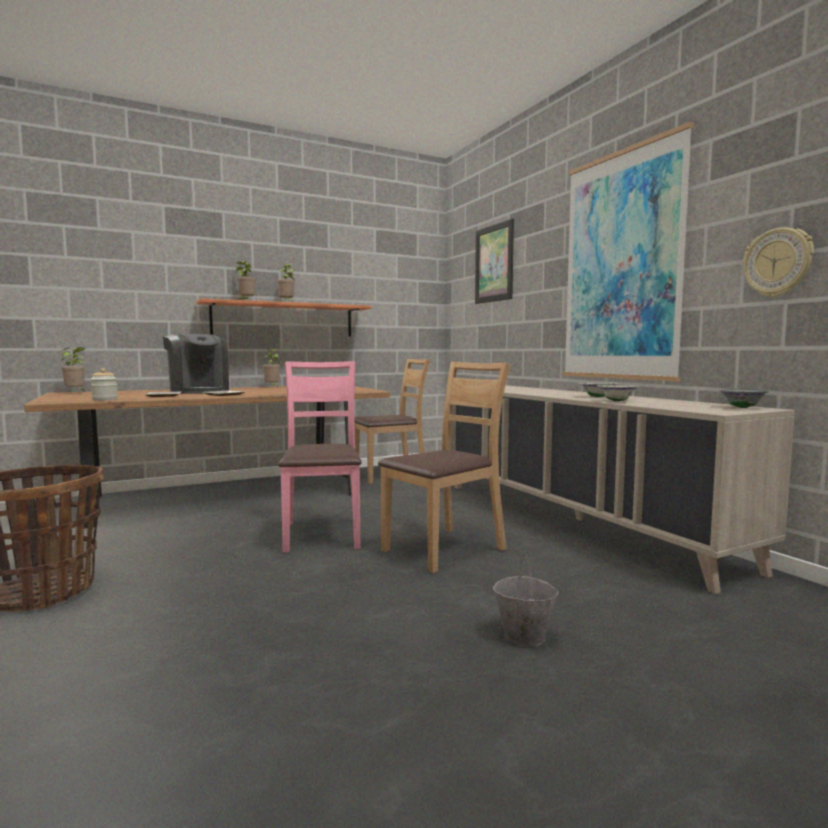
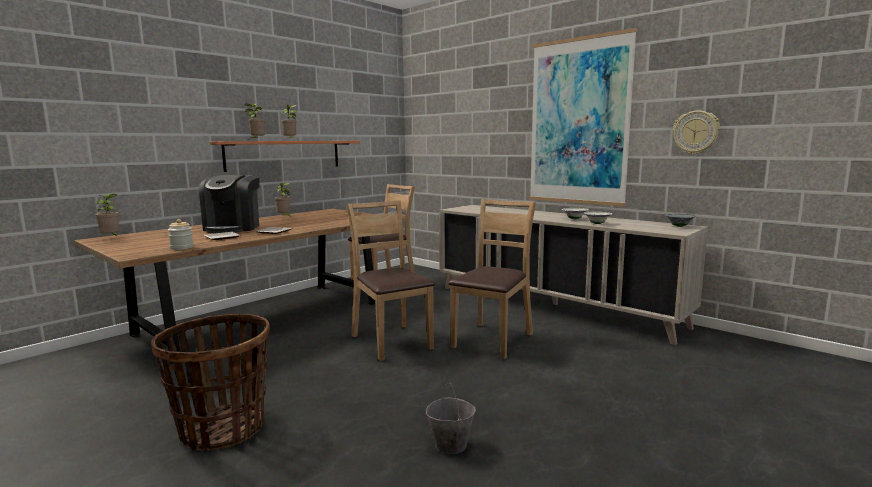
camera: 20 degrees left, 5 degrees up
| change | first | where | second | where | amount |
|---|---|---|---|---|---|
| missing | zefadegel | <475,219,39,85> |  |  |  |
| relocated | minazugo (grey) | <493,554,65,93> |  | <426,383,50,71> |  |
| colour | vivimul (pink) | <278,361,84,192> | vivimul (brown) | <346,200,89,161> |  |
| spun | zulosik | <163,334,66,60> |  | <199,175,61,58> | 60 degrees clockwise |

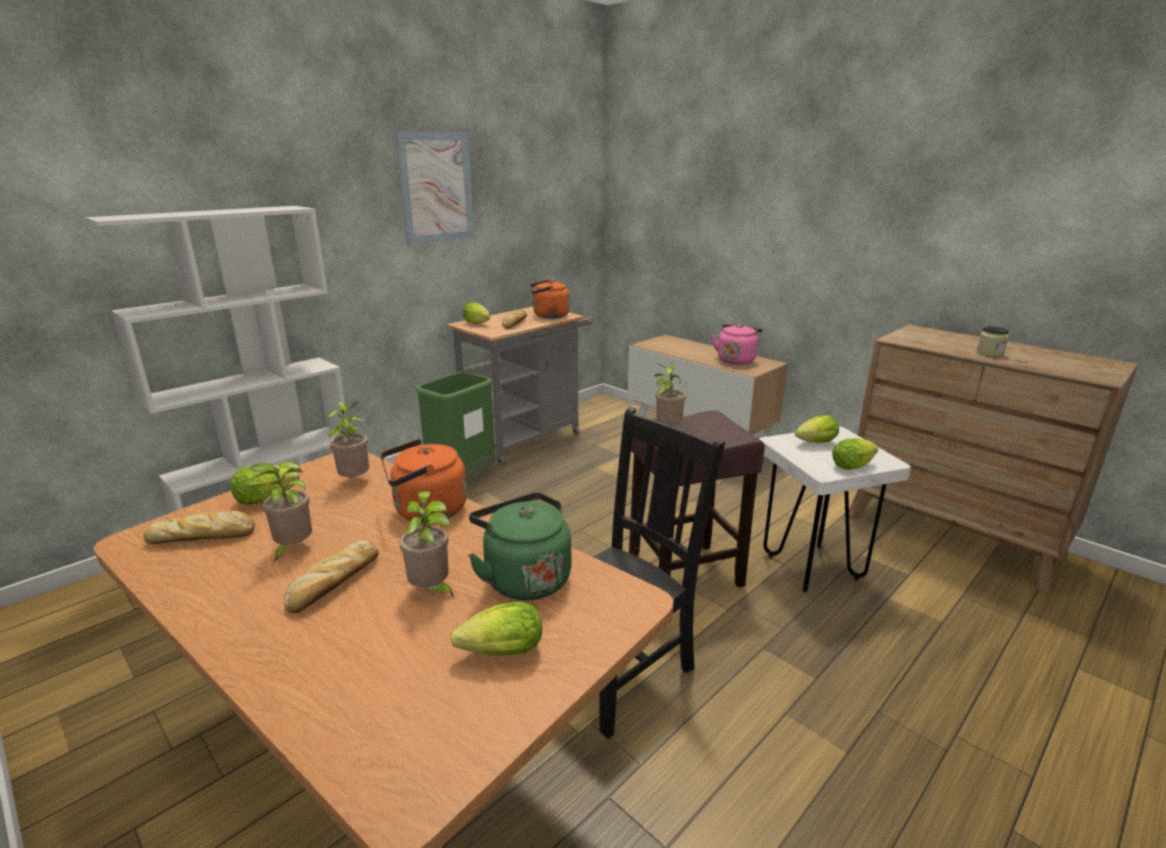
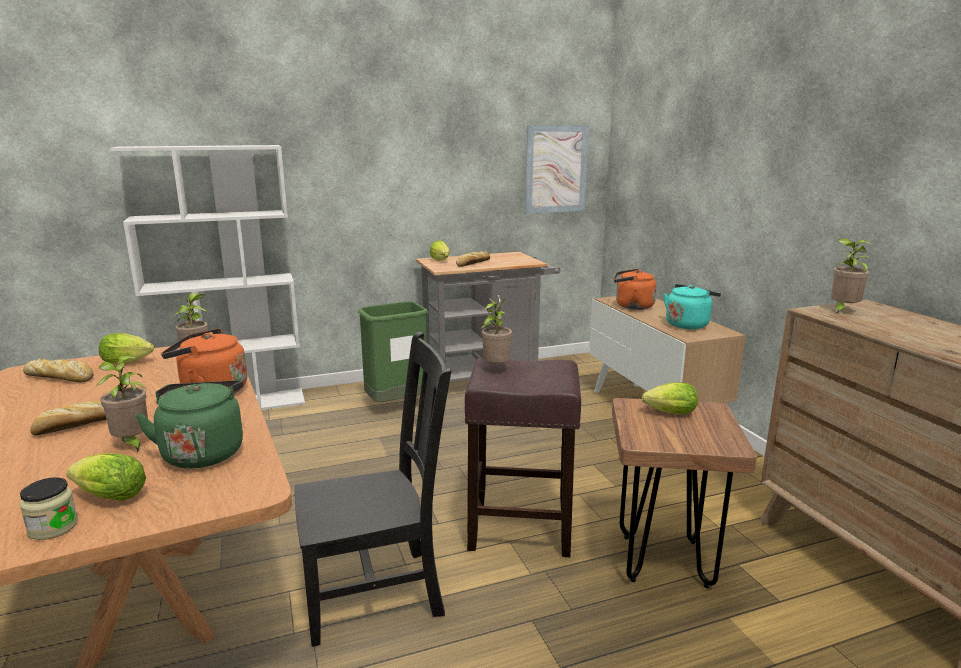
camera: 25 degrees right, 5 degrees down
| change | first | where | second | where | amount |
|---|---|---|---|---|---|
| missing | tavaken | <832,438,46,32> |  |  |  |
| relocated | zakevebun | <250,461,62,101> |  | <831,238,43,76> |  |
| relocated | zefadegel | <395,131,79,114> |  | <525,125,64,89> |  |
| relocated | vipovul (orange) | <529,280,41,39> |  | <614,269,43,41> |  |
| relocated | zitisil | <976,326,33,31> |  | <19,477,59,63> |  |
| colour | vipovul (pink) | <711,324,51,41> | vipovul (turquoise) | <664,284,57,45> |  |
| colour | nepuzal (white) | <759,426,152,166> | nepuzal (brown) | <612,398,145,190> |  |

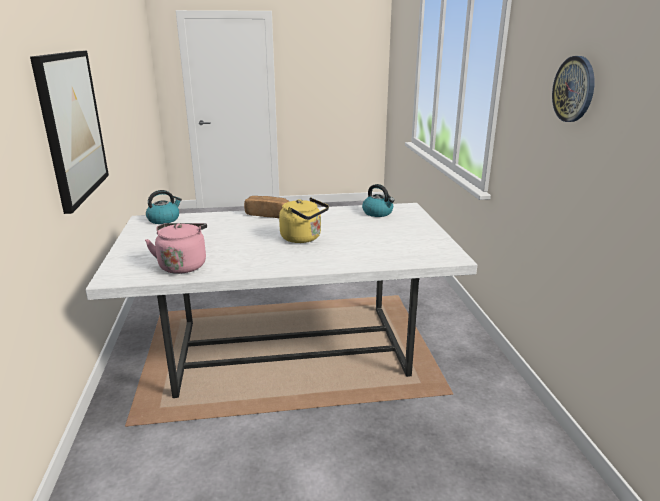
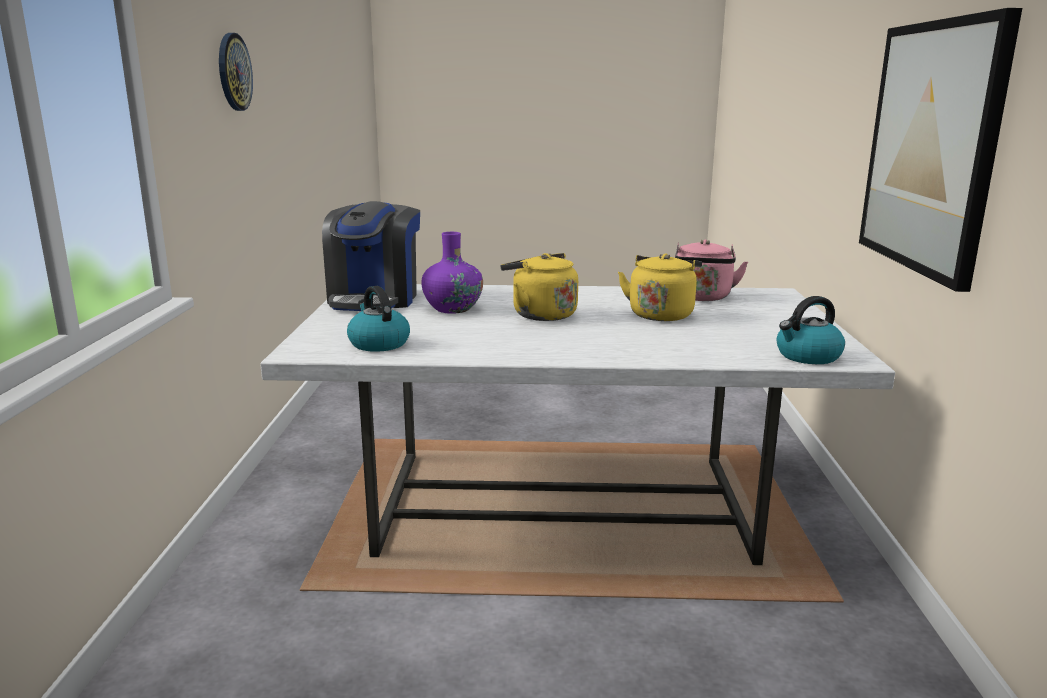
camera: 170 degrees left, 5 degrees down
| change | first | where | second | where | amount |
|---|---|---|---|---|---|
| missing | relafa | <244,196,45,22> |  |  |  |
| appeared |  |  | zulosik | <322,201,98,110> |  |
| appeared |  |  | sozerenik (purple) | <421,232,62,82> |  |
| appeared |  |  | vipovul (yellow) | <618,254,84,67> |  |

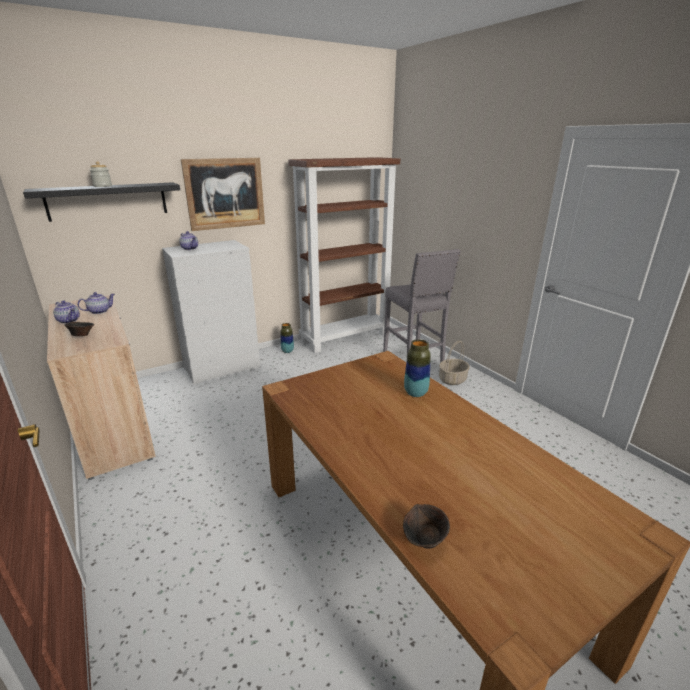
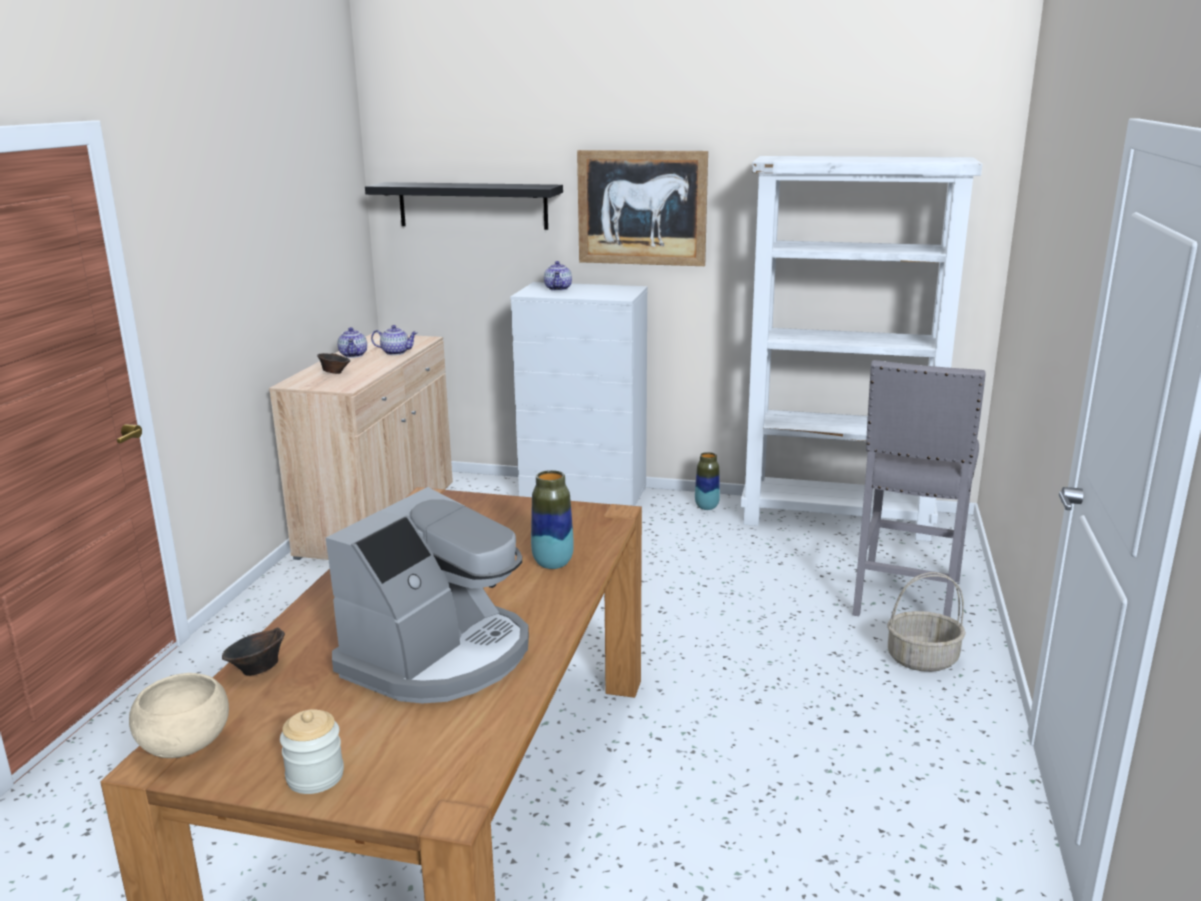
camera: 45 degrees right, 5 degrees down
| change | first | where | second | where | amount |
|---|---|---|---|---|---|
| appeared |  |  | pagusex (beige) | <129,673,100,85> |  |
| appeared |  |  | zulosik | <326,487,203,217> |  |
| relocated | zitisil | <90,161,22,26> |  | <280,709,64,85> |  |
| colour | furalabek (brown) | <288,157,112,196> | furalabek (white) | <741,156,241,385> |  |

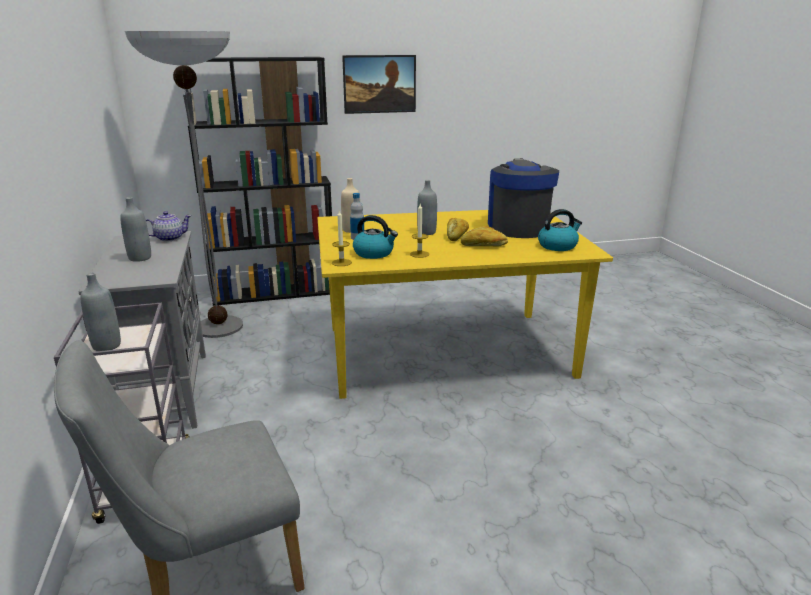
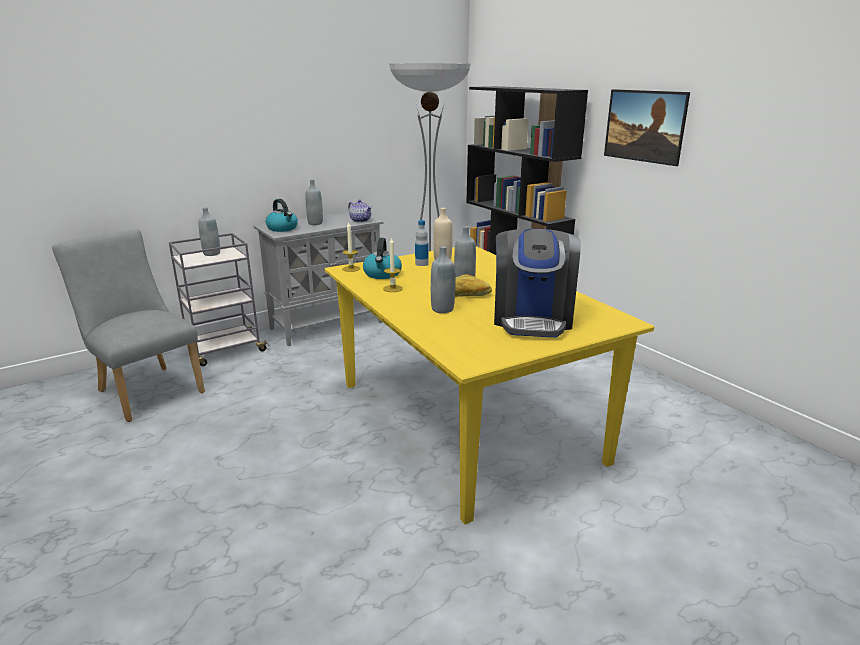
camera: 70 degrees right, 0 degrees up
| change | first | where | second | where | amount |
|---|---|---|---|---|---|
| relocated | vipovul | <538,209,44,42> |  | <266,199,32,33> |  |
| exchanged | relafa | <461,226,47,21> | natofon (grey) | <431,246,24,67> |  |
| spun | zulosik | <488,159,71,79> |  | <494,229,87,108> | 120 degrees clockwise |

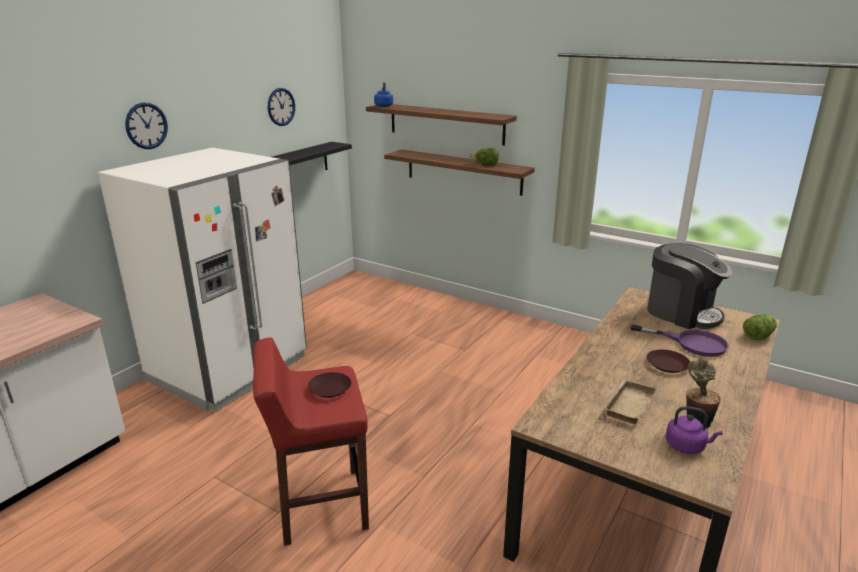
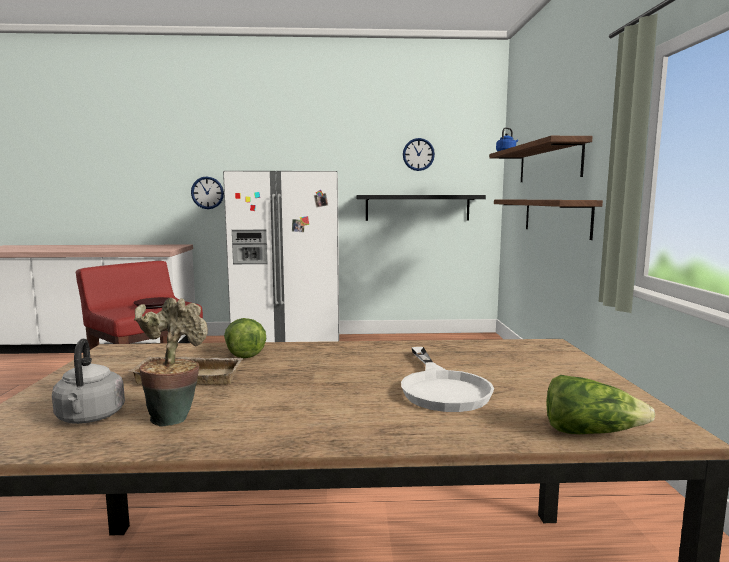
camera: 55 degrees right, 15 degrees down
| change | first | where | second | where | amount |
|---|---|---|---|---|---|
| missing | zulosik | <647,243,85,86> |  |  |  |
| missing | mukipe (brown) | <647,349,43,24> |  |  |  |
| relocated | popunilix | <125,102,43,47> |  | <191,176,33,33> |  |
| relocated | tavaken | <470,148,29,17> |  | <224,318,42,40> |  |
| colour | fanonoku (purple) | <630,324,99,33> | fanonoku (white) | <401,347,93,65> |  |
| colour | vipovul (purple) | <666,406,57,48> | vipovul (grey) | <52,339,73,85> |  |

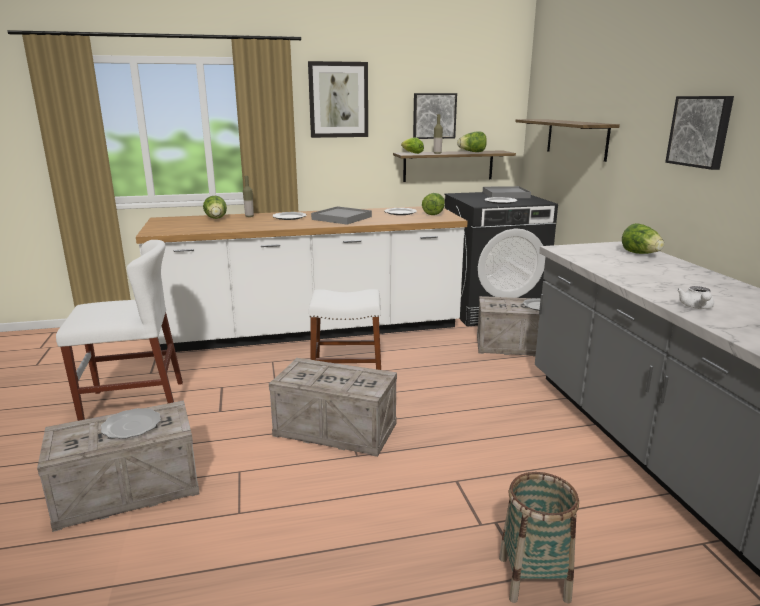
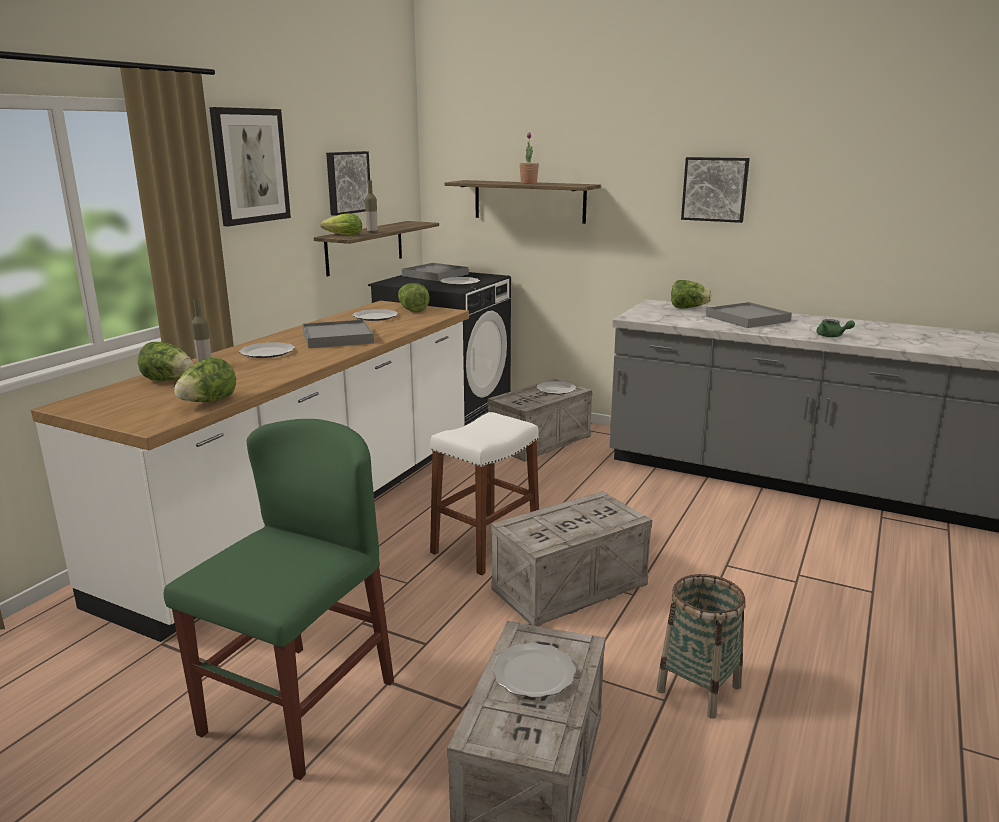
camera: 50 degrees left, 0 degrees up
| change | first | where | second | where | amount |
|---|---|---|---|---|---|
| appeared |  |  | zakevebun | <520,133,19,51> |  |
| appeared |  |  | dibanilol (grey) | <706,302,86,26> |  |
| relocated | tavaken | <457,132,30,20> |  | <174,358,62,44> |  |
| relocated | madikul | <499,472,80,132> |  | <656,574,90,145> |  |
| colour | vivimul (white) | <56,240,127,181> | vivimul (green) | <164,419,230,361> |  |
| colour | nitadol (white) | <677,286,37,23> | nitadol (green) | <816,319,39,18> |  |

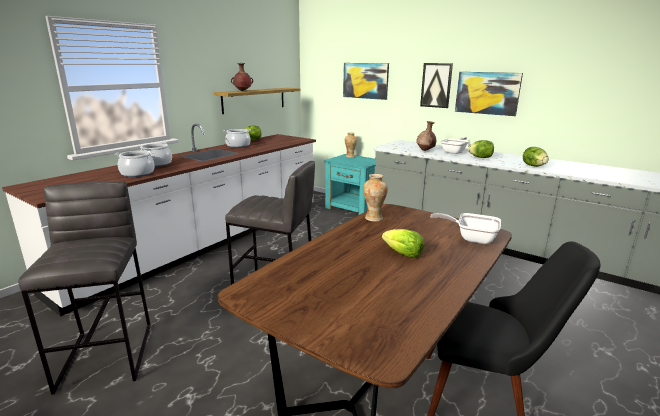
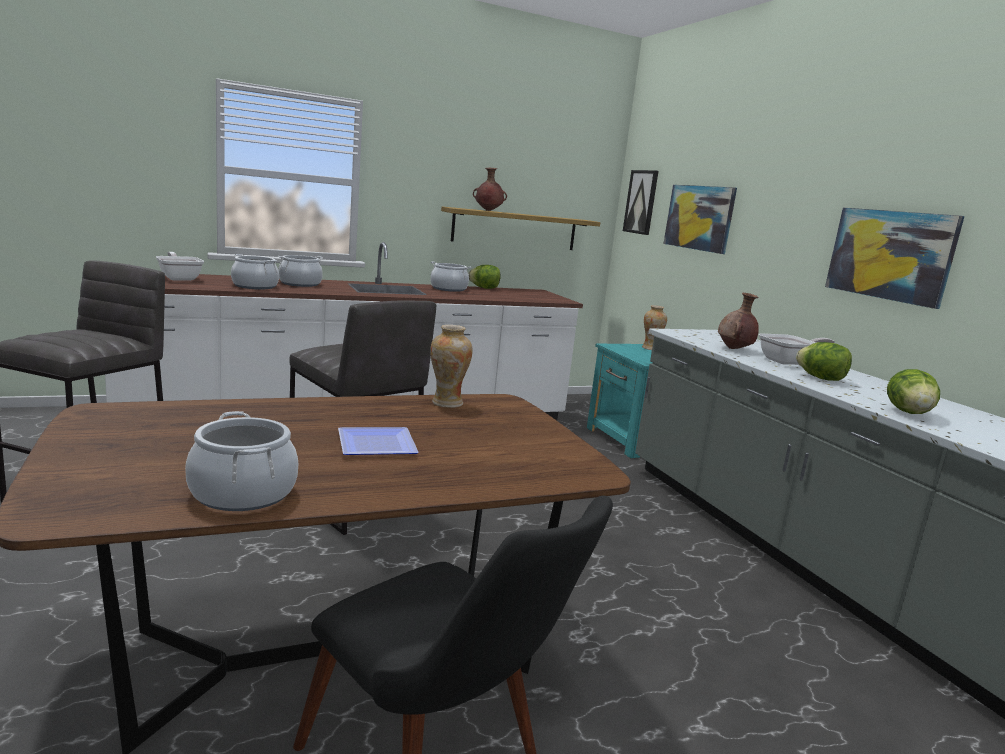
camera: 30 degrees right, 5 degrees down
| change | first | where | second | where | amount |
|---|---|---|---|---|---|
| appeared |  |  | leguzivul | <185,411,113,100> |  |
| relocated | zefadegel | <420,63,33,45> |  | <623,170,36,65> |  |
| relocated | fanonoku | <430,213,71,31> |  | <156,252,48,29> |  |
| exchanged | tavaken | <382,229,42,29> | mukipe | <338,427,81,28> |  |

